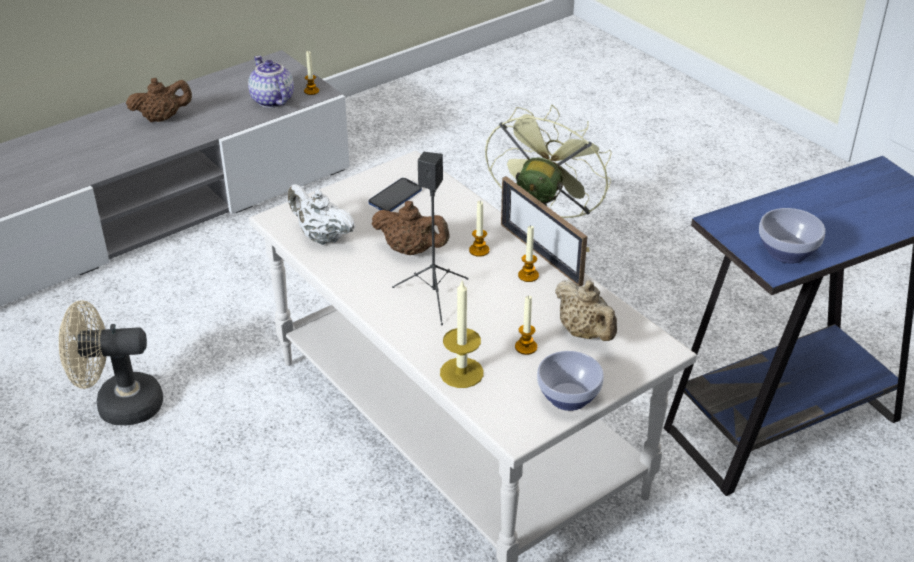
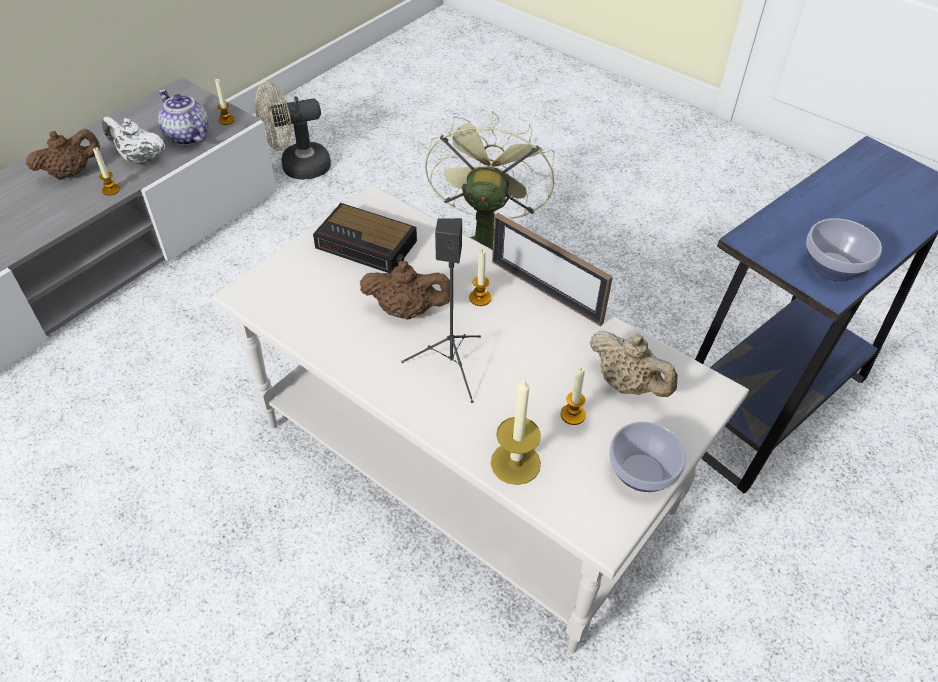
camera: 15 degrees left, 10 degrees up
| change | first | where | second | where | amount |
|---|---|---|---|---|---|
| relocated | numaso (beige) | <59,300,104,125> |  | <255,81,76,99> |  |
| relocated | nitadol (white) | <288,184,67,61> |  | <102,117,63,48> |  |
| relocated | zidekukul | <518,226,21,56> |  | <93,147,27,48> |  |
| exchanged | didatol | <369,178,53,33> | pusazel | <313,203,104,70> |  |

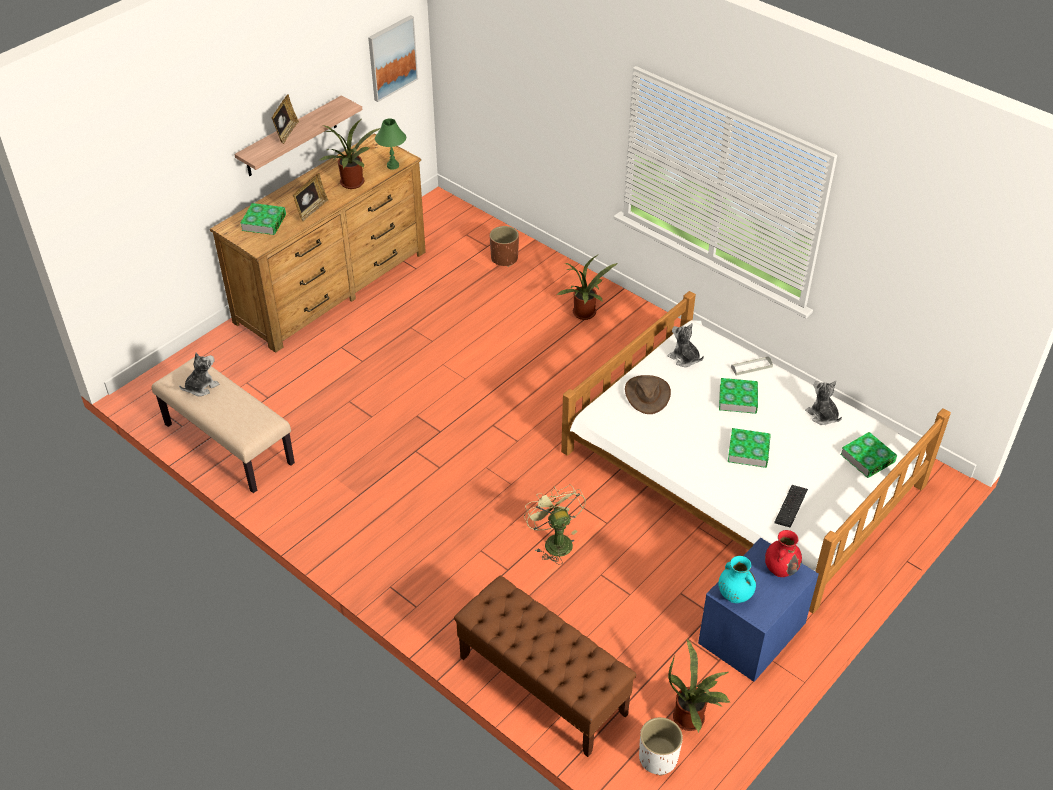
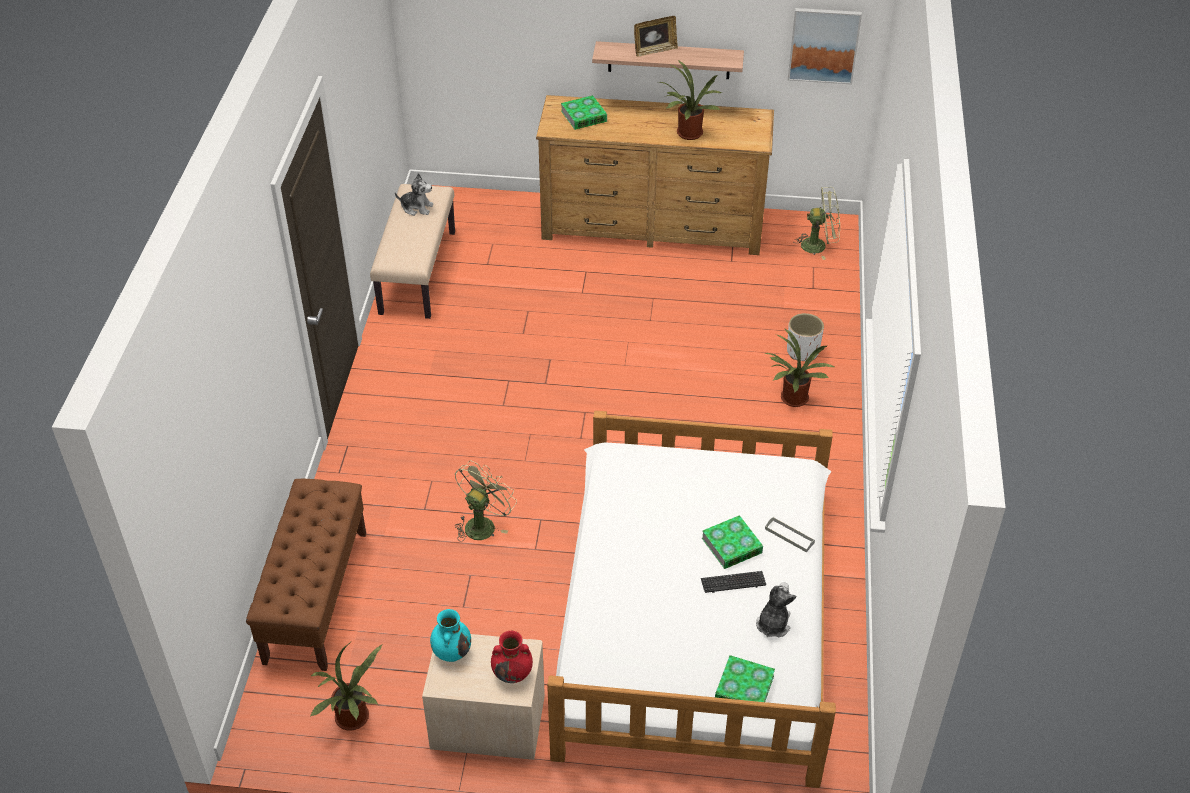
camera: 55 degrees right, 0 degrees up
| change | first | where | second | where | amount |
|---|---|---|---|---|---|
| missing | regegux | <293,173,35,49> |  |  |  |
| missing | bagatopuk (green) | <375,118,31,52> |  |  |  |
| missing | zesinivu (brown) | <490,226,29,41> |  |  |  |
| missing | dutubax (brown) | <625,375,46,39> |  |  |  |
| missing | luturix | <668,323,36,44> |  |  |  |
| missing | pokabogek | <728,428,43,40> |  |  |  |
| appeared |  |  | numaso (green) | <793,187,47,73> |  |
| relocated | zesinivu (white) | <639,717,44,59> |  | <787,313,37,48> |  |
| relocated | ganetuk | <774,485,34,43> |  | <701,571,65,22> |  |
| colour | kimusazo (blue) | <698,538,121,144> | kimusazo (beige) | <422,634,123,126> |  |

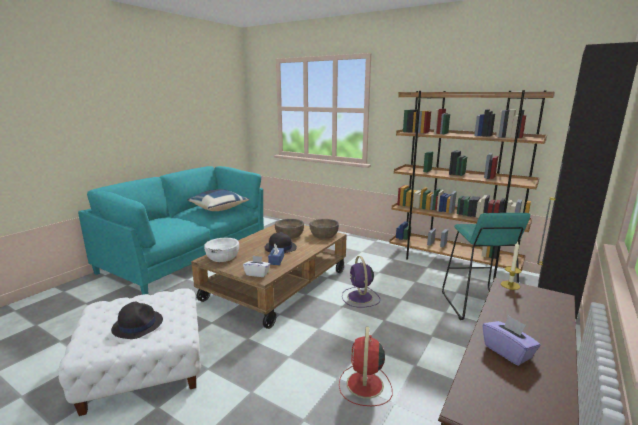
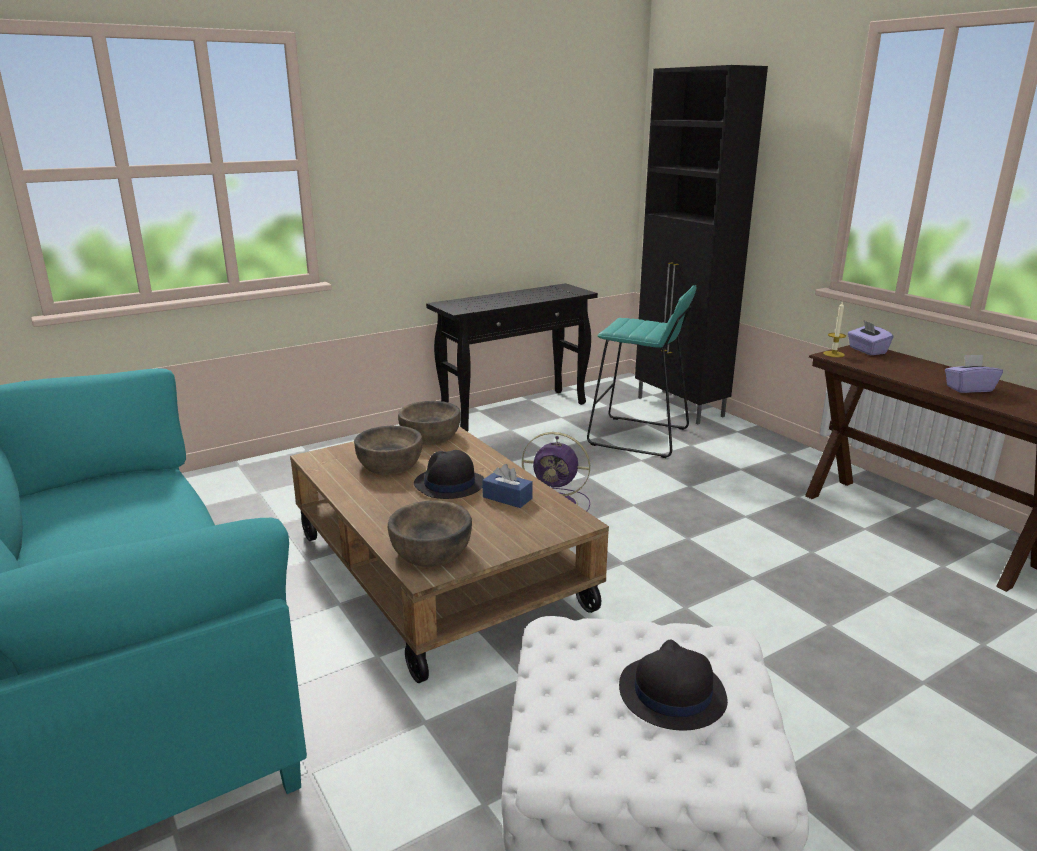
camera: 65 degrees left, 5 degrees up
| change | first | where | second | where | amount |
|---|---|---|---|---|---|
| missing | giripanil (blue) | <188,189,62,22> |  |  |  |
| missing | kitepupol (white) | <243,256,27,21> |  |  |  |
| missing | numaso (red) | <339,326,54,80> |  |  |  |
| appeared |  |  | kitepupol (purple) | <848,321,46,34> |  |
| exchanged | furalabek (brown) | <390,90,165,190> | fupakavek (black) | <426,283,172,149> |  |
| colour | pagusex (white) | <204,238,35,24> | pagusex (brown) | <388,501,84,66> |  |

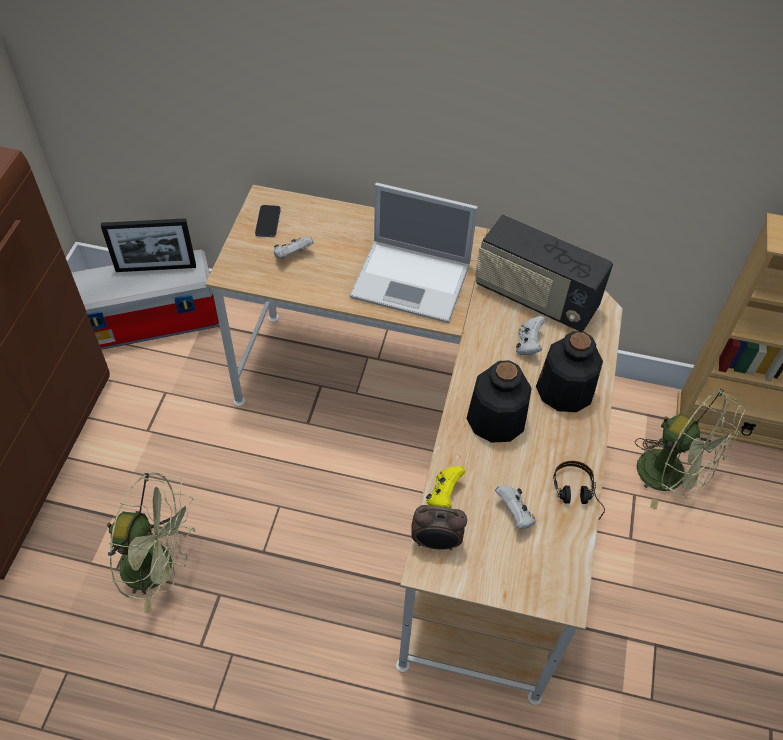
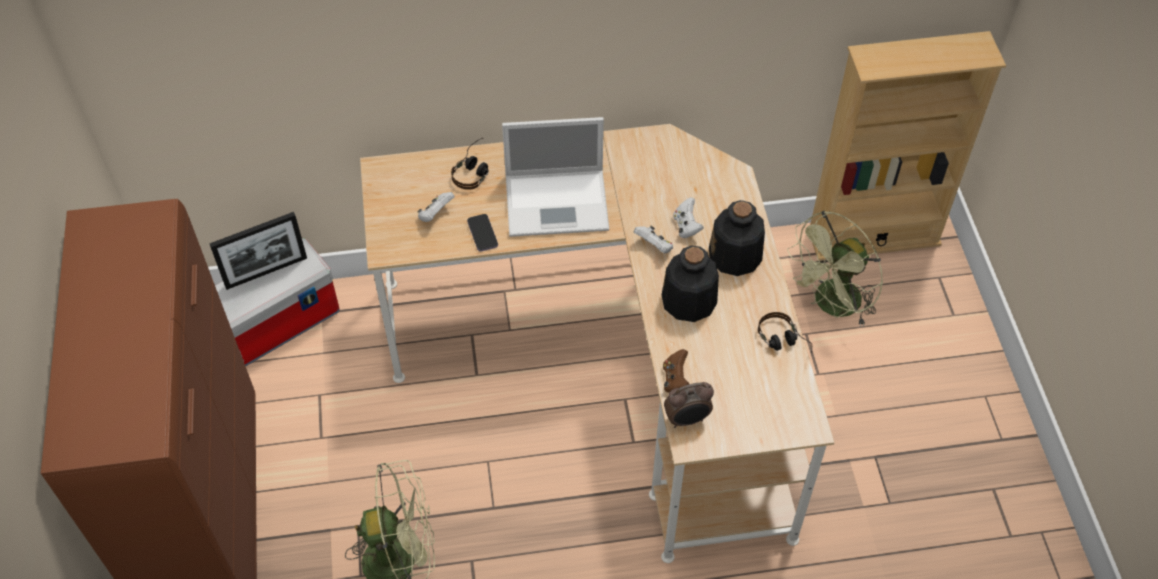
camera: 20 degrees left, 0 degrees up
| change | first | where | second | where | amount |
|---|---|---|---|---|---|
| missing | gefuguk | <475,214,138,118> |  |  |  |
| appeared |  |  | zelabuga | <451,138,38,52> |  |
| relocated | didatol | <255,205,26,32> |  | <467,214,31,38> |  |
| relocated | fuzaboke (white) | <495,485,41,44> |  | <634,226,39,27> |  |
| colour | fuzaboke (yellow) | <426,466,40,42> | fuzaboke (brown) | <663,349,26,44> |  |
| spun | numaso (green) | <635,389,110,120> |  | <787,211,96,116> | 120 degrees clockwise |

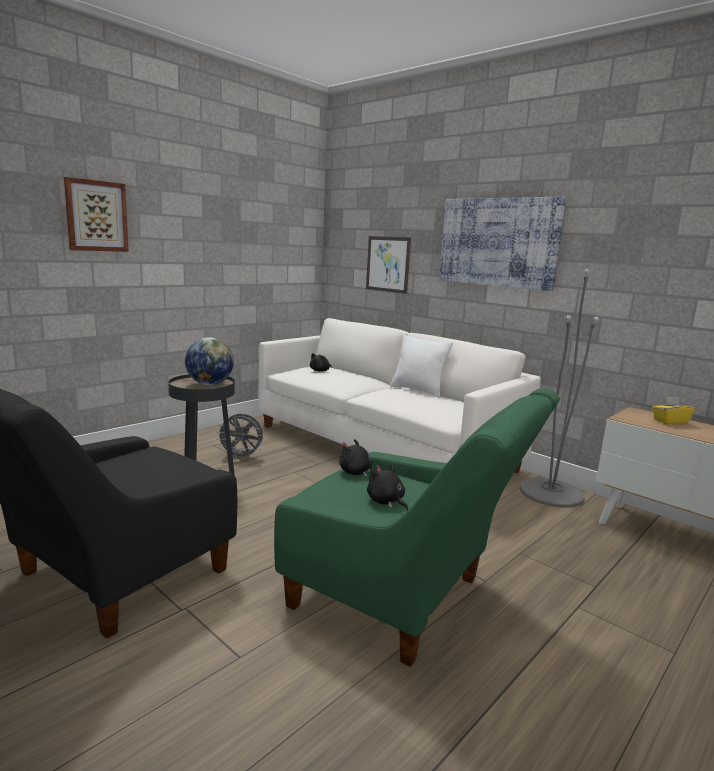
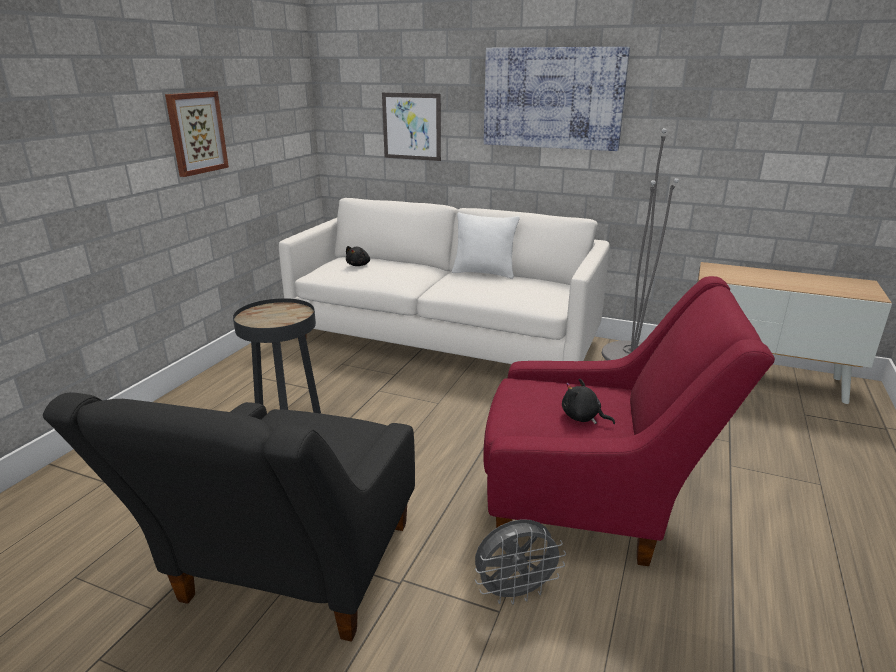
camera: 20 degrees left, 10 degrees up
| change | first | where | second | where | amount |
|---|---|---|---|---|---|
| missing | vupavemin | <185,338,49,47> |  |  |  |
| missing | luturix (black) | <339,439,38,38> |  |  |  |
| missing | kitepupol (yellow) | <652,396,43,29> |  |  |  |
| relocated | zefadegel | <64,177,65,75> |  | <165,91,64,86> |  |
| relocated | numaso (grey) | <216,414,47,46> |  | <475,519,91,86> |  |
| colour | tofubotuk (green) | <274,389,286,278> | tofubotuk (red) | <483,276,292,290> |  |

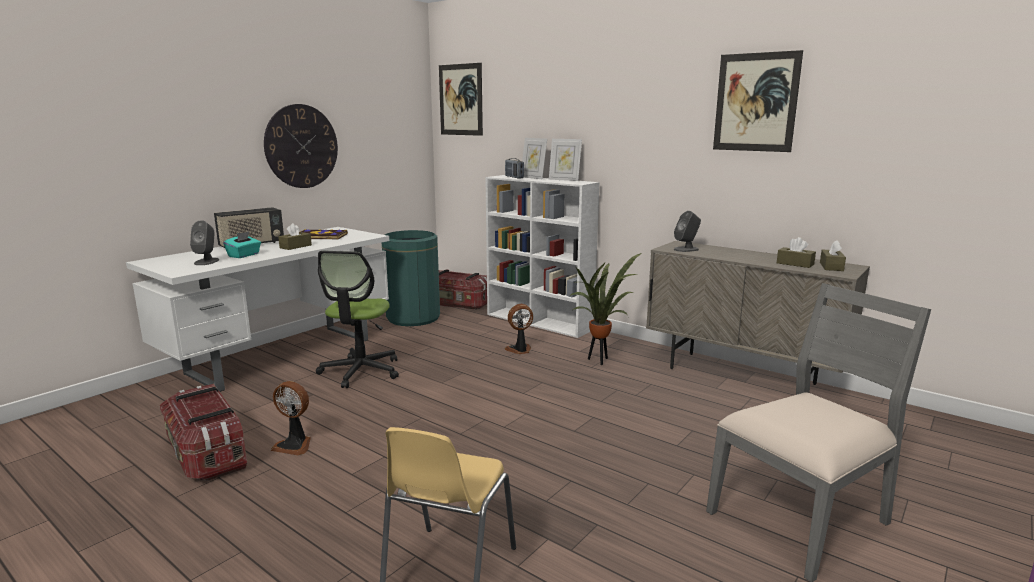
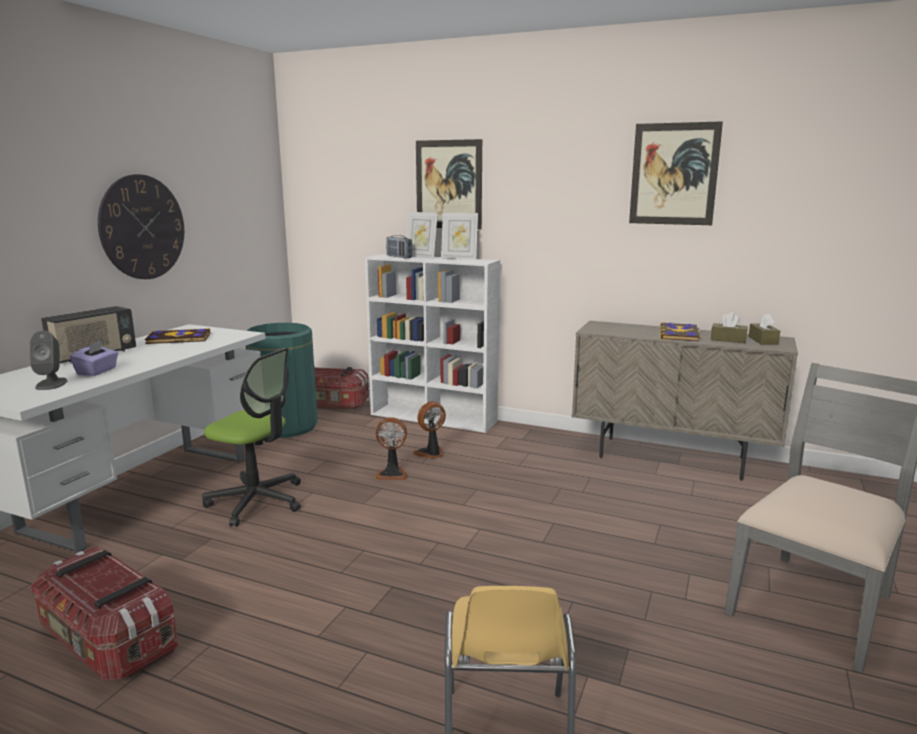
camera: 15 degrees left, 0 degrees up
| change | first | where | second | where | amount |
|---|---|---|---|---|---|
| missing | kitepupol (brown) | <278,223,34,27> |  |  |  |
| missing | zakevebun | <568,253,74,112> |  |  |  |
| missing | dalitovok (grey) | <674,211,27,41> |  |  |  |
| appeared |  |  | pokabogek | <660,322,43,19> |  |
| relocated | numaso | <271,381,40,75> |  | <374,417,34,63> |  |
| relocated | zefadegel | <439,63,44,73> |  | <416,139,66,90> |  |
| colour | kitepupol (turquoise) | <223,232,38,26> | kitepupol (purple) | <70,340,48,36> |  |
| spun | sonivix | <316,251,83,137> |  | <202,348,99,179> | 60 degrees counterclockwise |

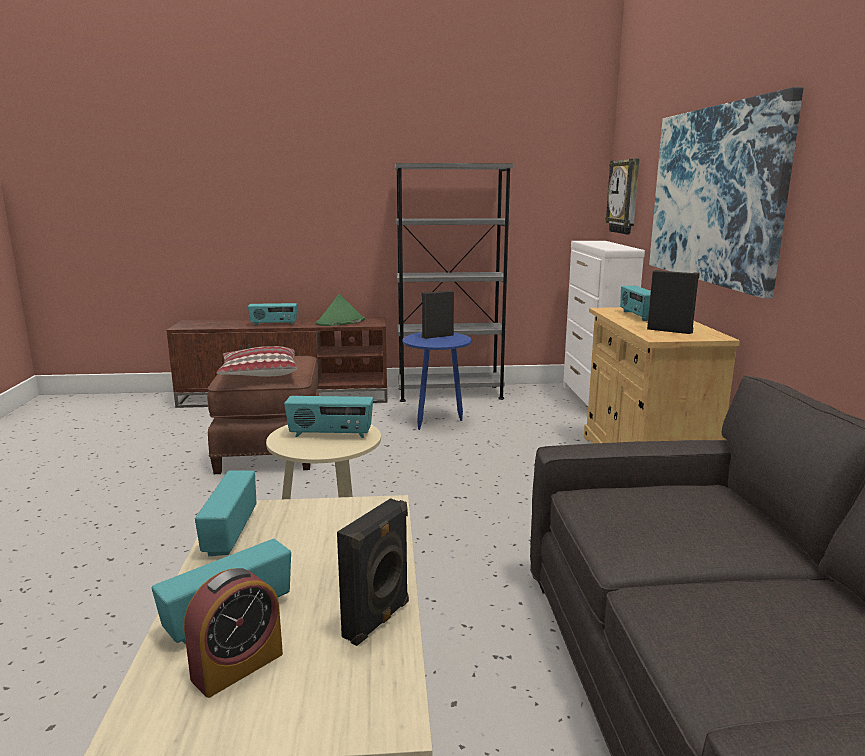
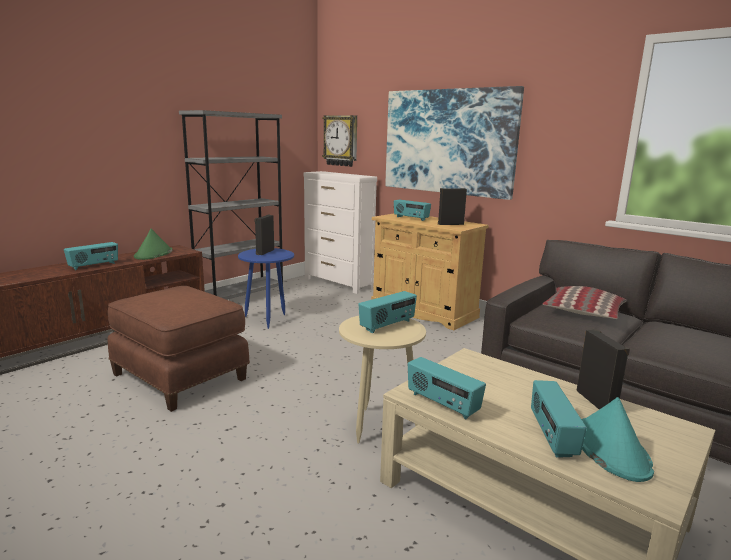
camera: 45 degrees left, 0 degrees up
| change | first | where | second | where | amount |
|---|---|---|---|---|---|
| relocated | giripanil | <217,346,80,30> |  | <542,286,85,33> |  |
| exchanged | pusazel | <184,568,99,130> | dutubax (turquoise) | <582,397,72,85> |  |

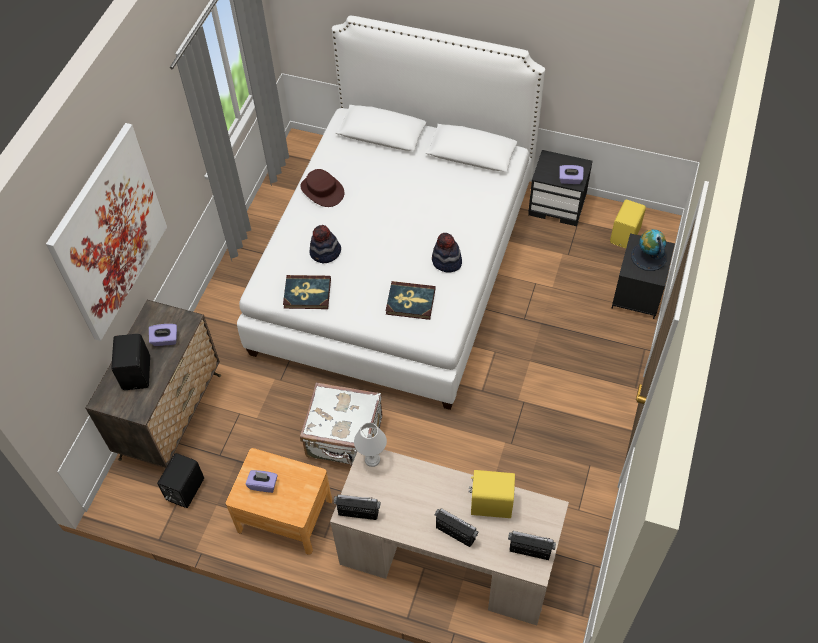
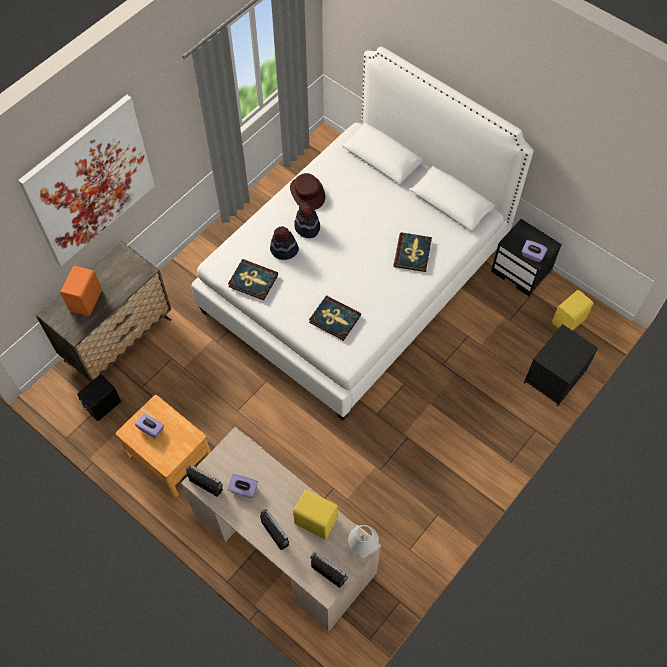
camera: 20 degrees right, 5 degrees up
| change | first | where | second | where | amount |
|---|---|---|---|---|---|
| missing | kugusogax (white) | <300,383,82,83> |  |  |  |
| missing | vupavemin | <631,229,36,42> |  |  |  |
| appeared |  |  | pokabogek | <394,232,38,40> |  |
| relocated | kitepupol (purple) | <149,324,28,22> |  | <228,474,30,24> |  |
| relocated | bagatopuk (white) | <354,423,33,44> |  | <348,525,31,33> |  |
| relocated | dutubax | <432,233,30,40> |  | <294,202,26,36> |  |
| colour | dalitovok (black) | <111,334,39,56> | dalitovok (orange) | <60,266,42,50> |  |

